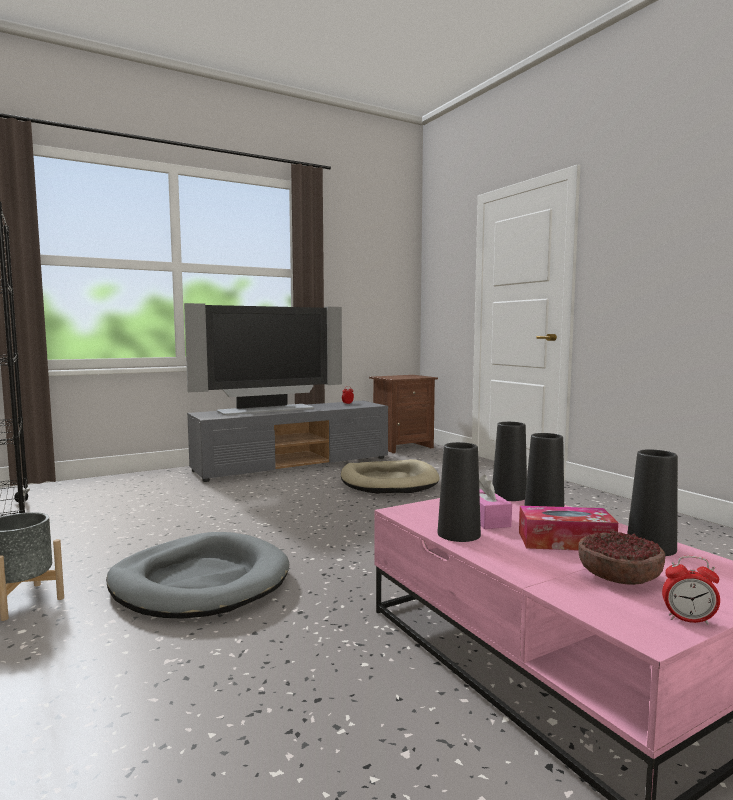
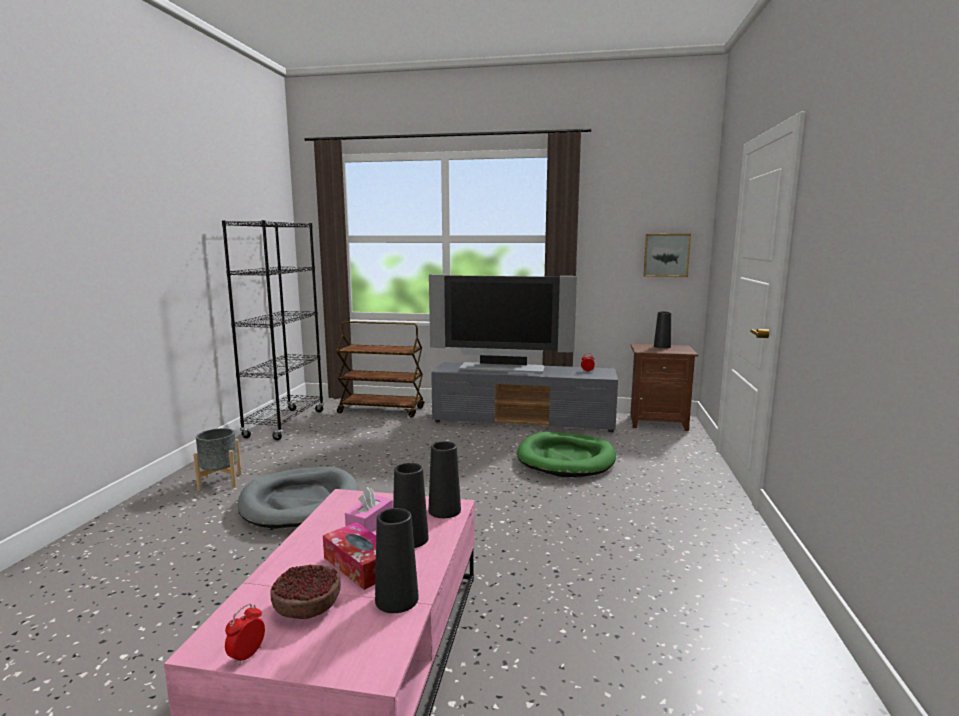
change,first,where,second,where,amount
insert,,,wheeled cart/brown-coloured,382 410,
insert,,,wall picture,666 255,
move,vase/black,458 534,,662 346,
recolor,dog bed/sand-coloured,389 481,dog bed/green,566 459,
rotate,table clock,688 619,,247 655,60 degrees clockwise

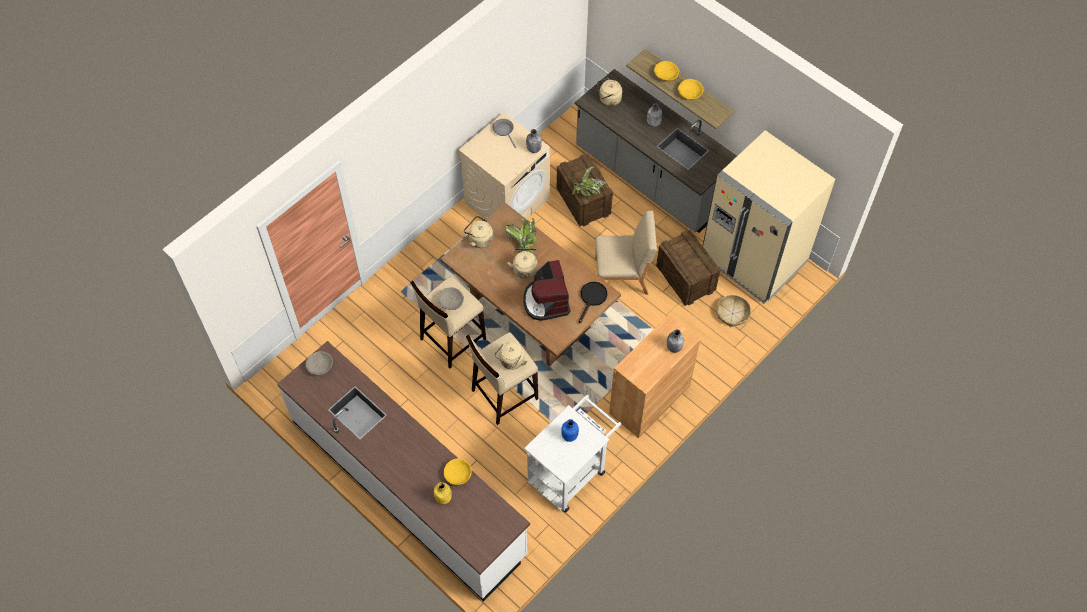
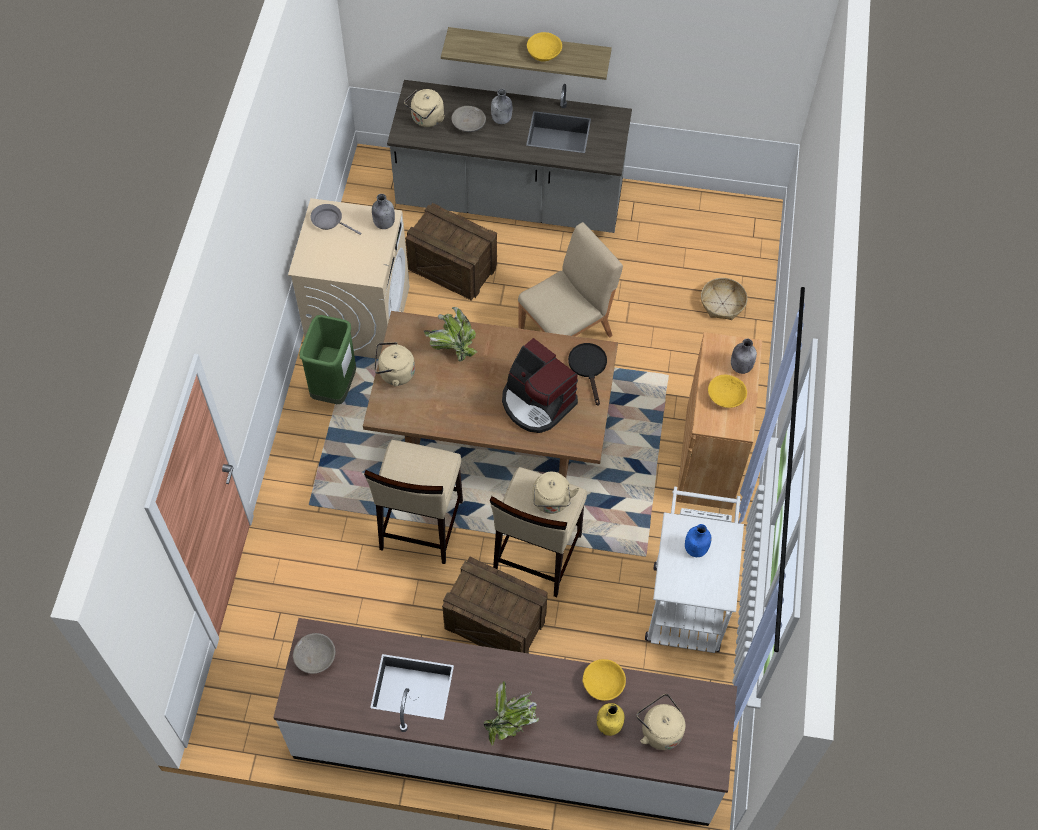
change,first,where,second,where,amount
delete,fridge/sand-coloured,753 260,,,
insert,,,waste bin/green,334 388,
move,deep dish/grey,451 302,,468 125,
move,tea kettle/sand-coloured,524 268,,659 730,
move,plant in a pot,588 192,,511 723,
move,deep dish/yellow-coloured,666 75,,725 396,
move,crate,686 278,,495 623,

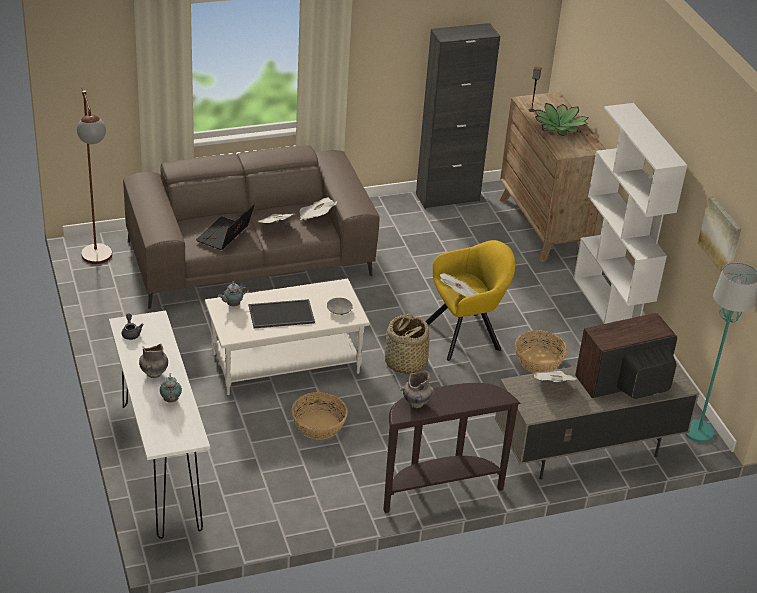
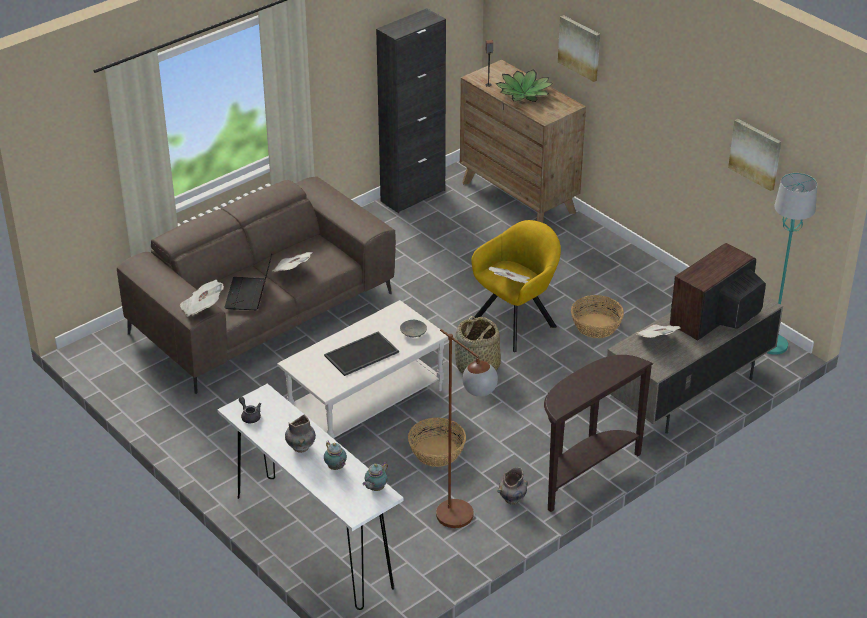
change,first,where,second,where,amount
delete,bookcase/white,610 309,,,
insert,,,wall picture,580 47,
move,standing lamp/brown-coloured,99 261,,464 522,
move,teapot,232 305,,375 488,
move,printed paper,316 216,,202 307,
move,vase/grey,415 403,,512 499,

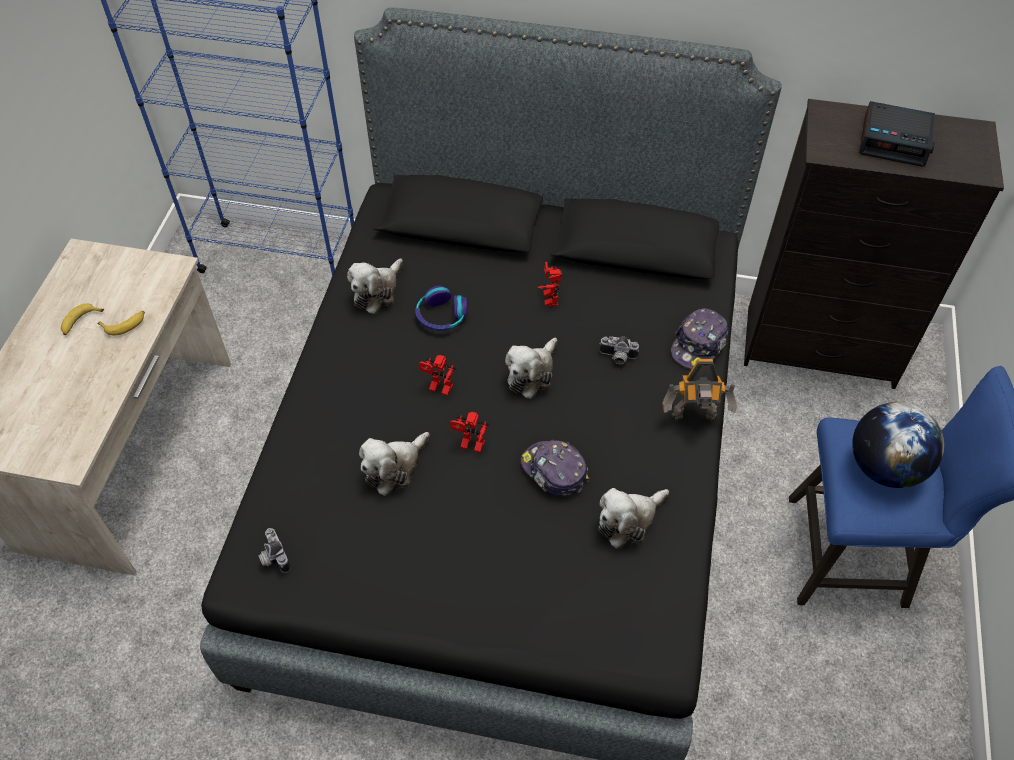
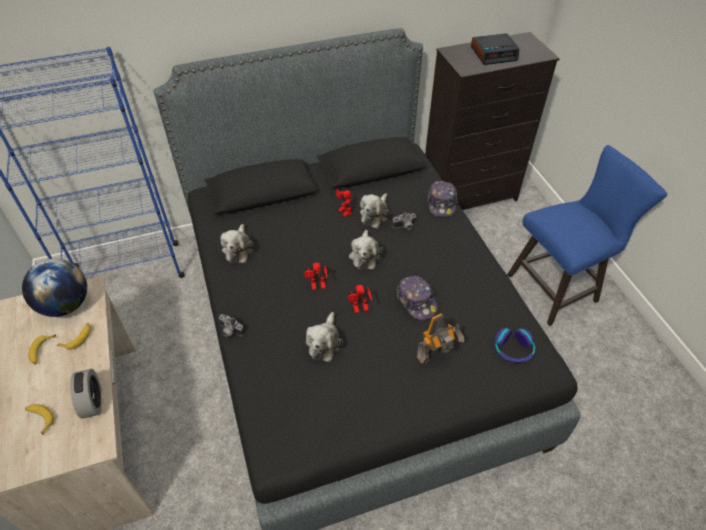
change,first,where,second,where,amount
insert,,,whole banana,40 418,
insert,,,table clock,92 402,
move,photo camera,273 557,,229 331,
move,headset,441 316,,513 349,
move,cuddly toy,628 520,,375 215,
move,robot figure,694 418,,436 356,
move,globe,884 467,,66 305,
rotate,baseball cap,553 471,,416 301,135 degrees counterclockwise

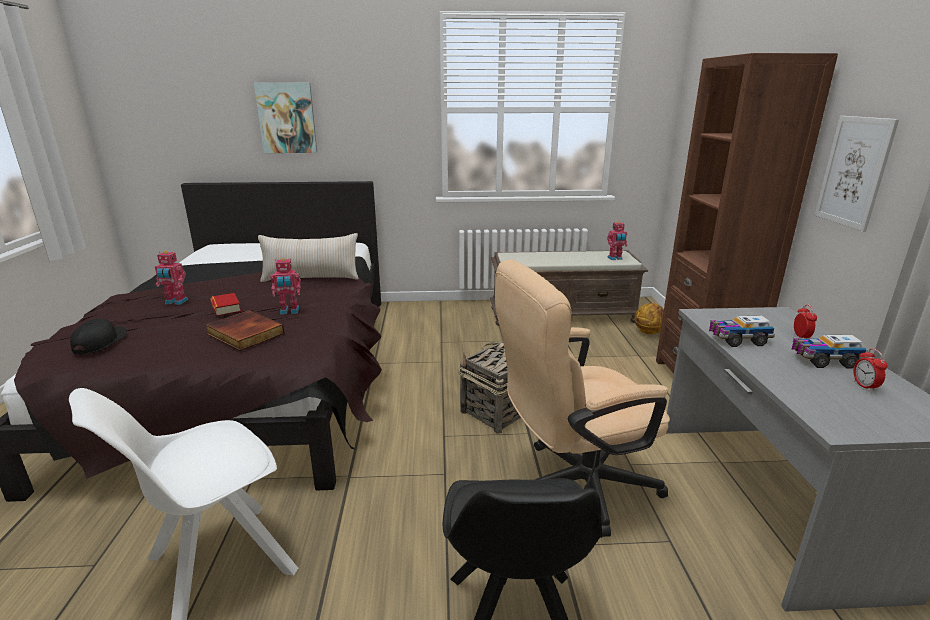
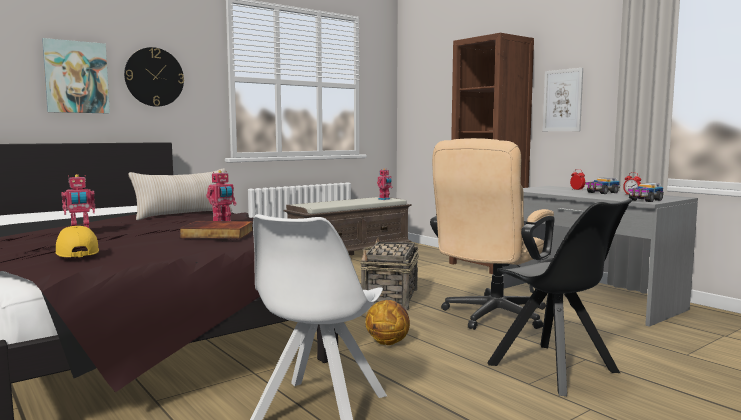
change,first,where,second,where,amount
delete,book,226 308,,,
insert,,,clock on the wall,154 77,
move,basketball,649 332,,388 342,
move,model truck,737 340,,645 200,
recolor,baseball cap/black,100 342,baseball cap/yellow-coloured,76 252,

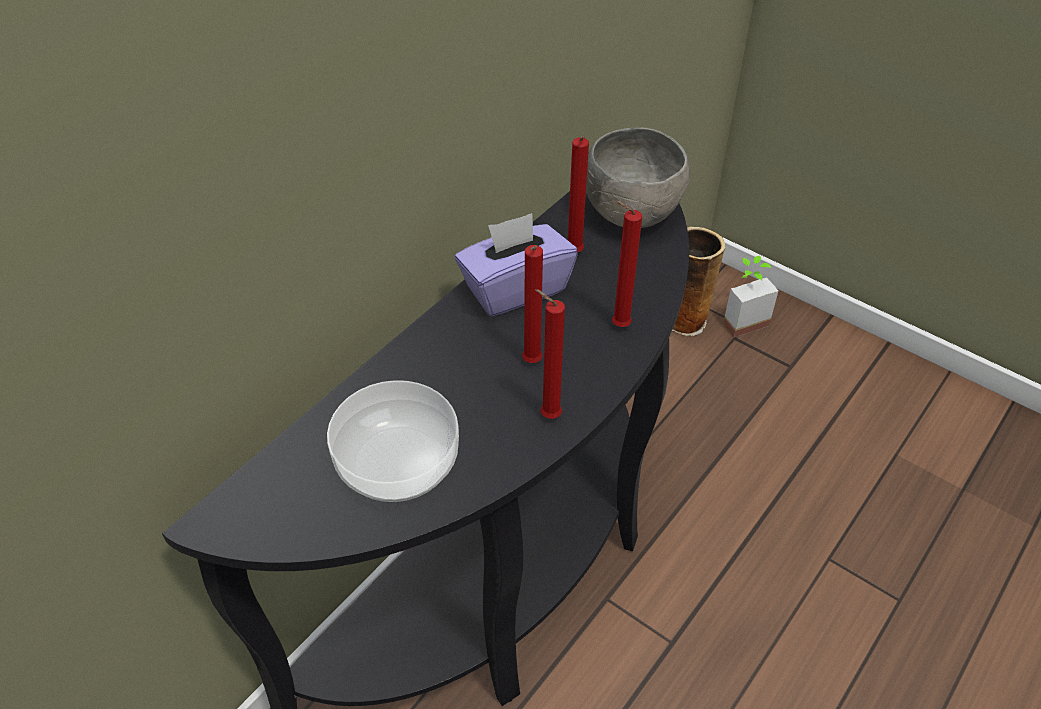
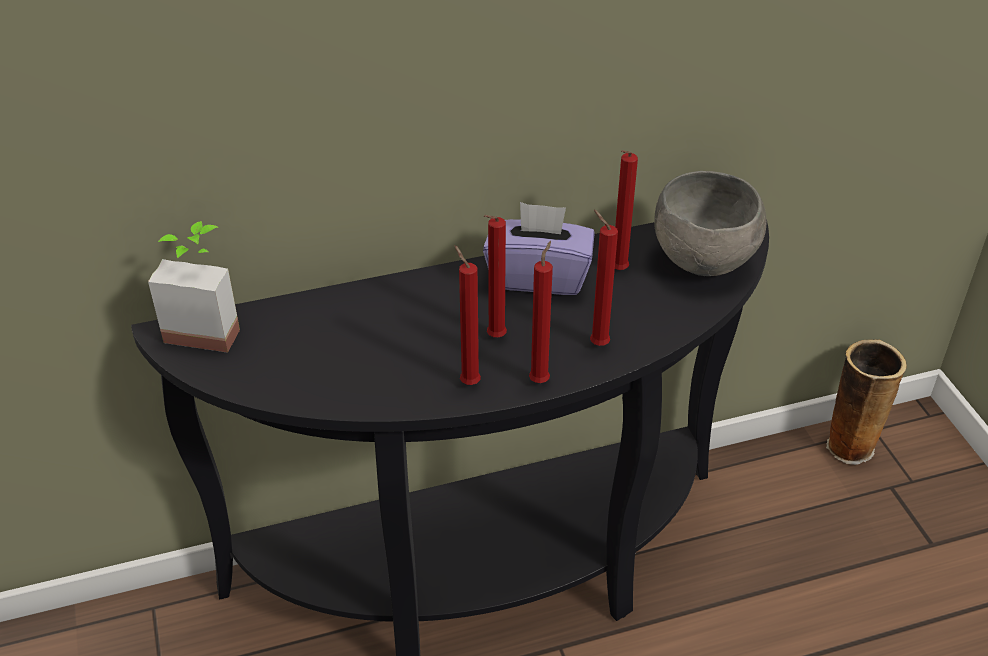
change,first,where,second,where,amount
delete,deep dish,398 461,,,
insert,,,wax light/red,540 379,
move,plant in a pot,741 319,,207 326,

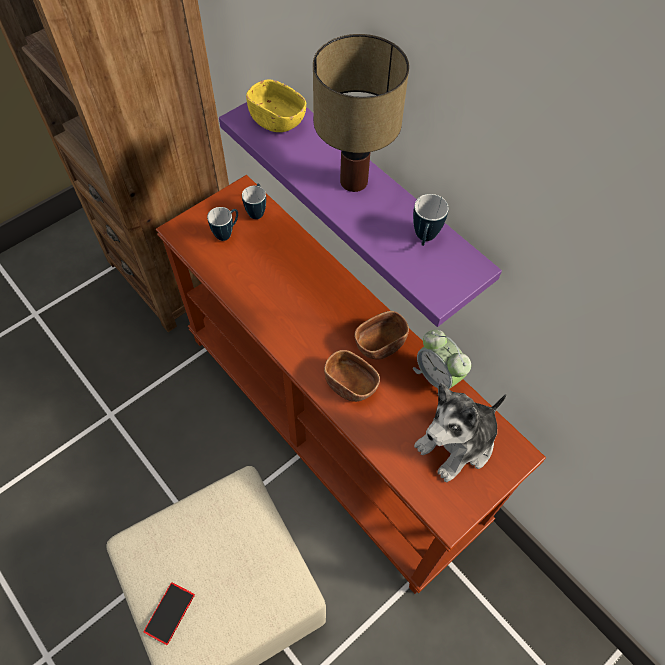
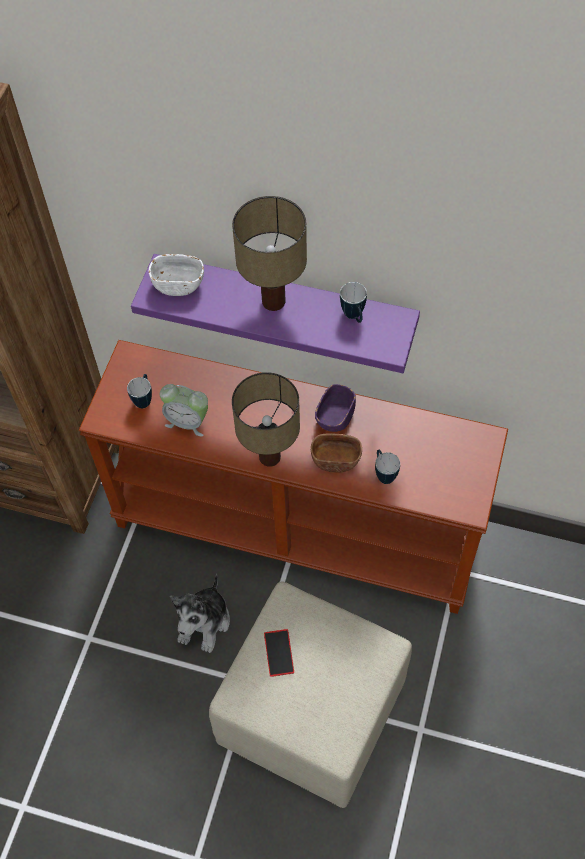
change,first,where,second,where,amount
insert,,,tabletop lamp,270 458,
move,handset,169 613,,279 652,
move,tea mug,257 211,,384 474,
move,table clock,437 377,,187 421,
move,cuddly toy,457 443,,204 622,
recolor,deep dish/yellow-coloured,277 120,deep dish/white,178 284,
recolor,deep dish/brown-coloured,380 343,deep dish/purple,335 416,

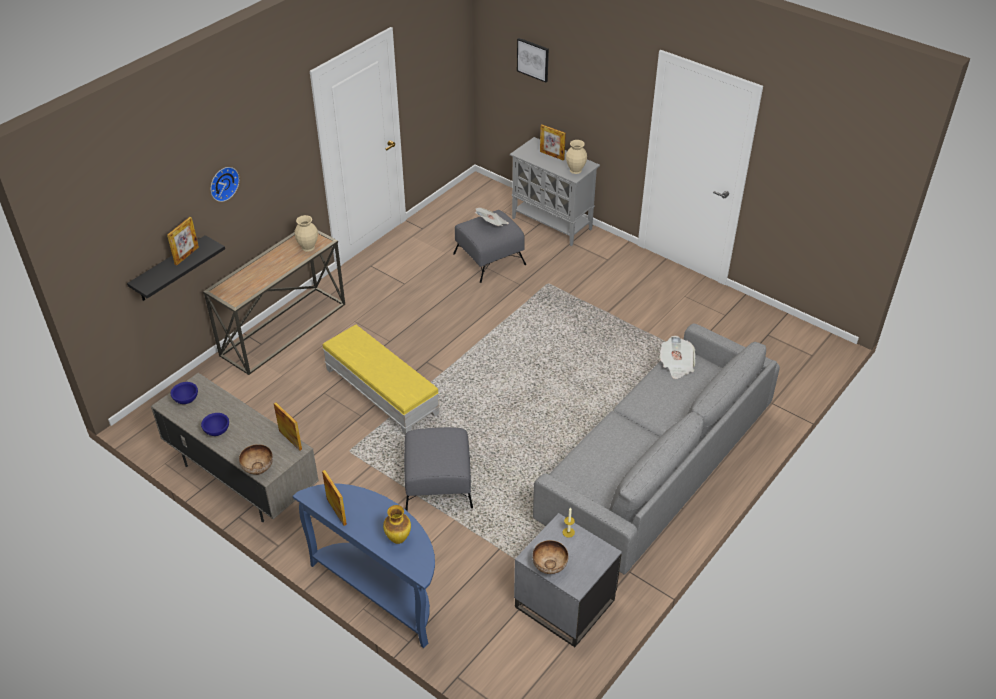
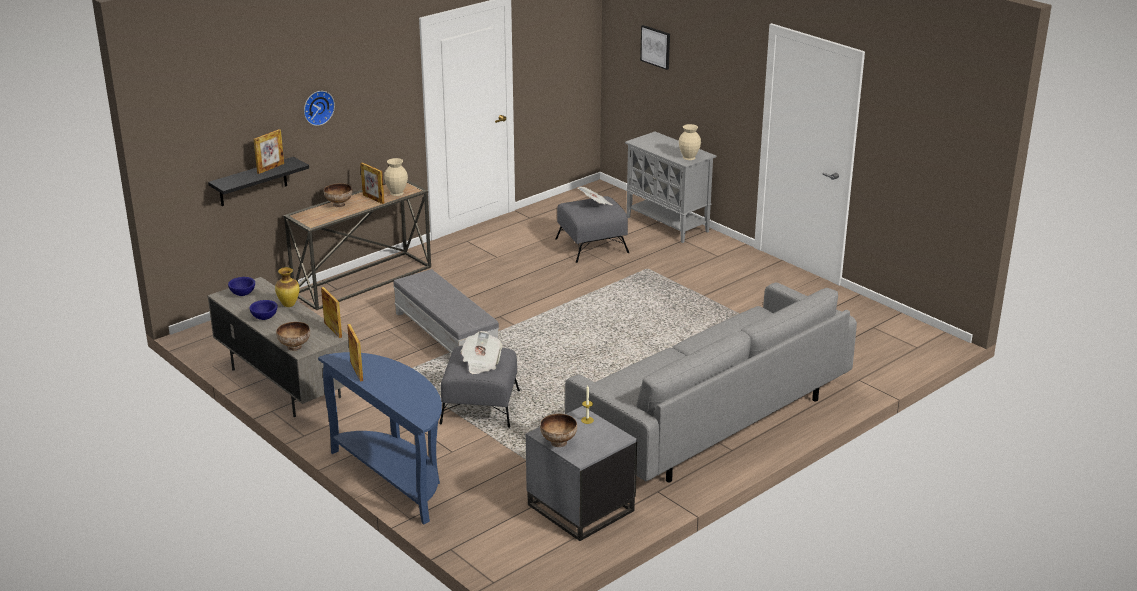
change,first,where,second,where,amount
insert,,,deep dish,339 204,
move,vase,399 539,,289 305,
move,photo frame,552 155,,373 199,
move,printed paper,676 365,,481 363,
recolor,pouffe/yellow-coloured,381 391,pouffe/grey,446 333,

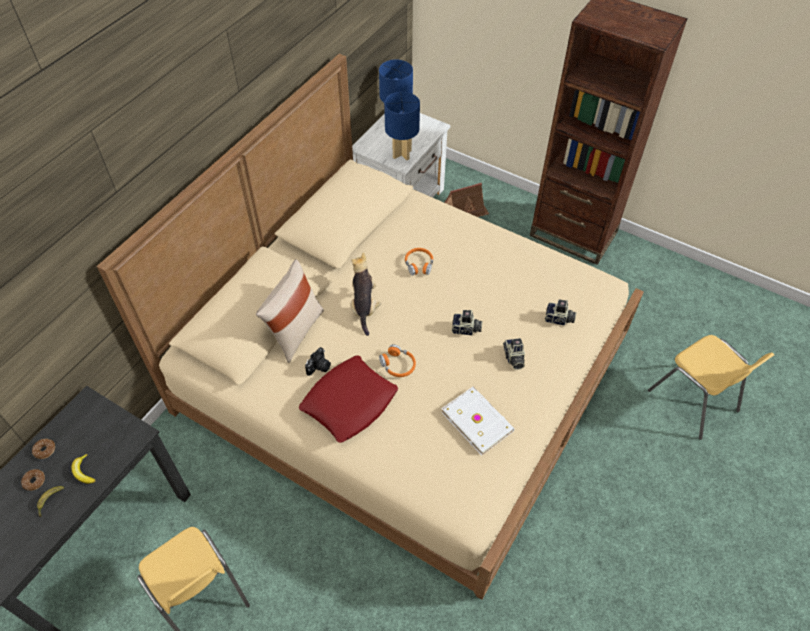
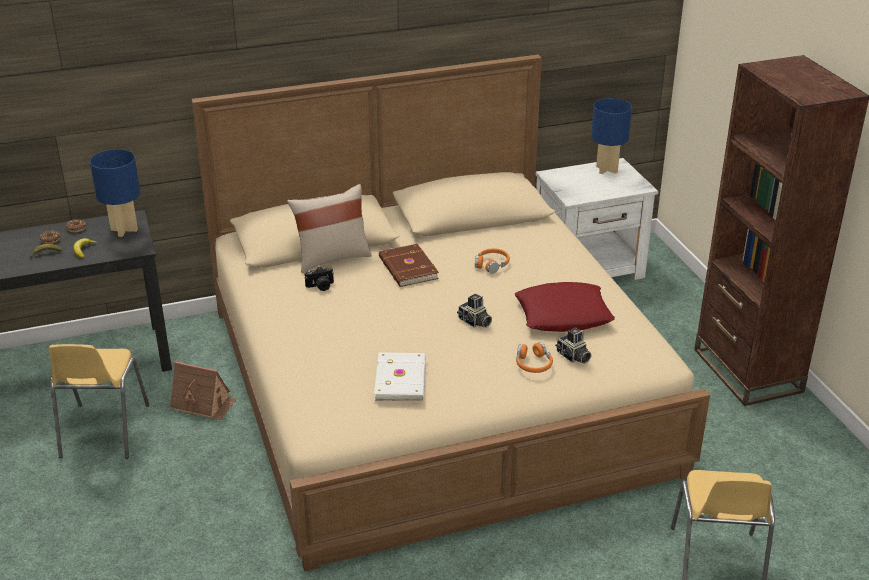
change,first,where,second,where,amount
delete,photo camera,513 358,,,
move,throw pillow/red,349 402,,563 315,
move,headset/orange,398 365,,533 364,
move,tabletop lamp/blue-coloured,402 154,,124 230,
move,toy house,466 210,,204 404,
replace,cuddly toy,364 306,book/brown-coloured,407 269,

